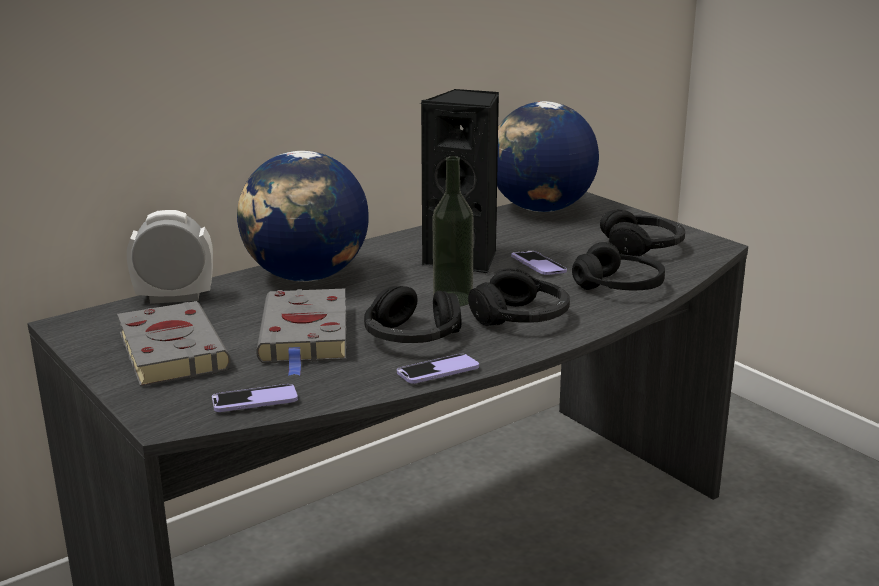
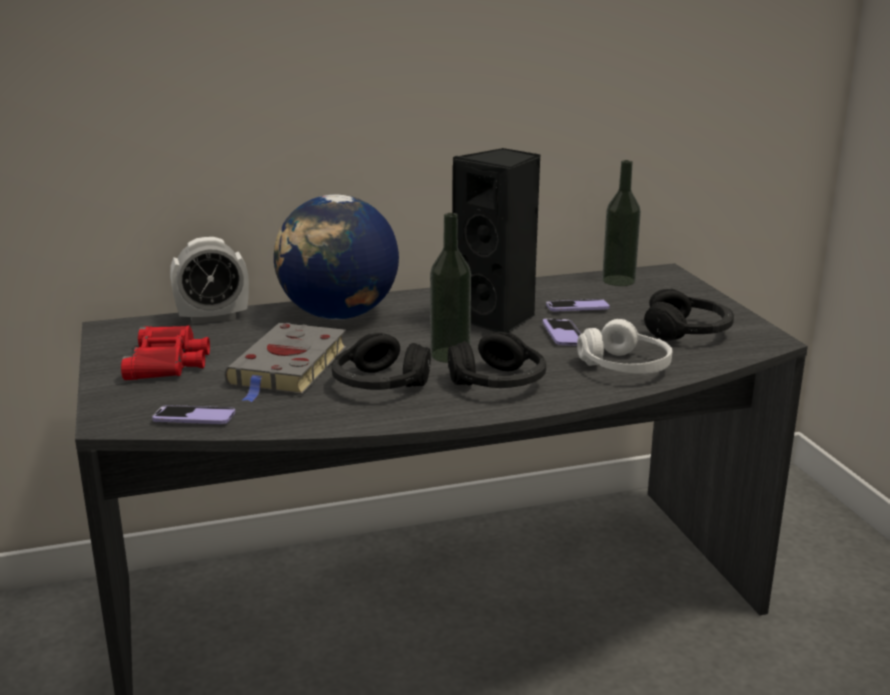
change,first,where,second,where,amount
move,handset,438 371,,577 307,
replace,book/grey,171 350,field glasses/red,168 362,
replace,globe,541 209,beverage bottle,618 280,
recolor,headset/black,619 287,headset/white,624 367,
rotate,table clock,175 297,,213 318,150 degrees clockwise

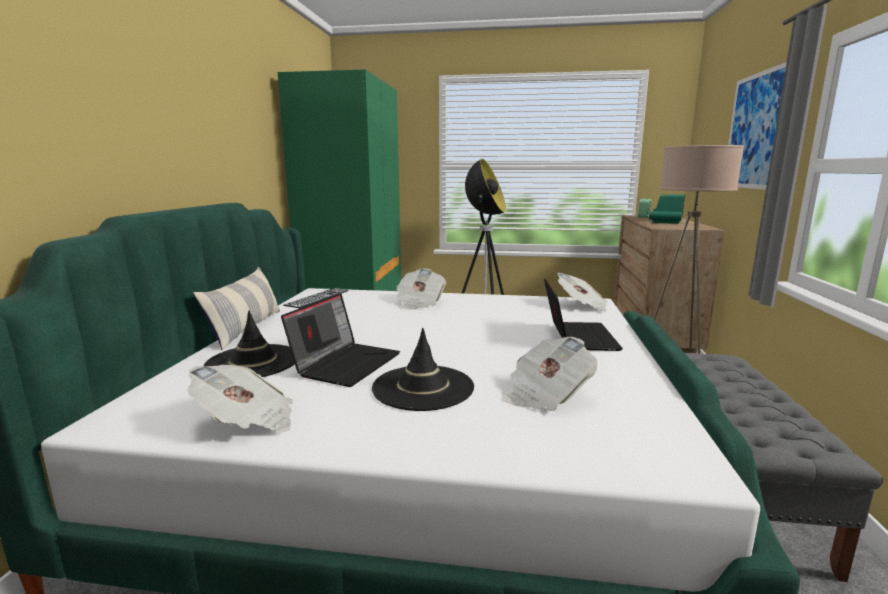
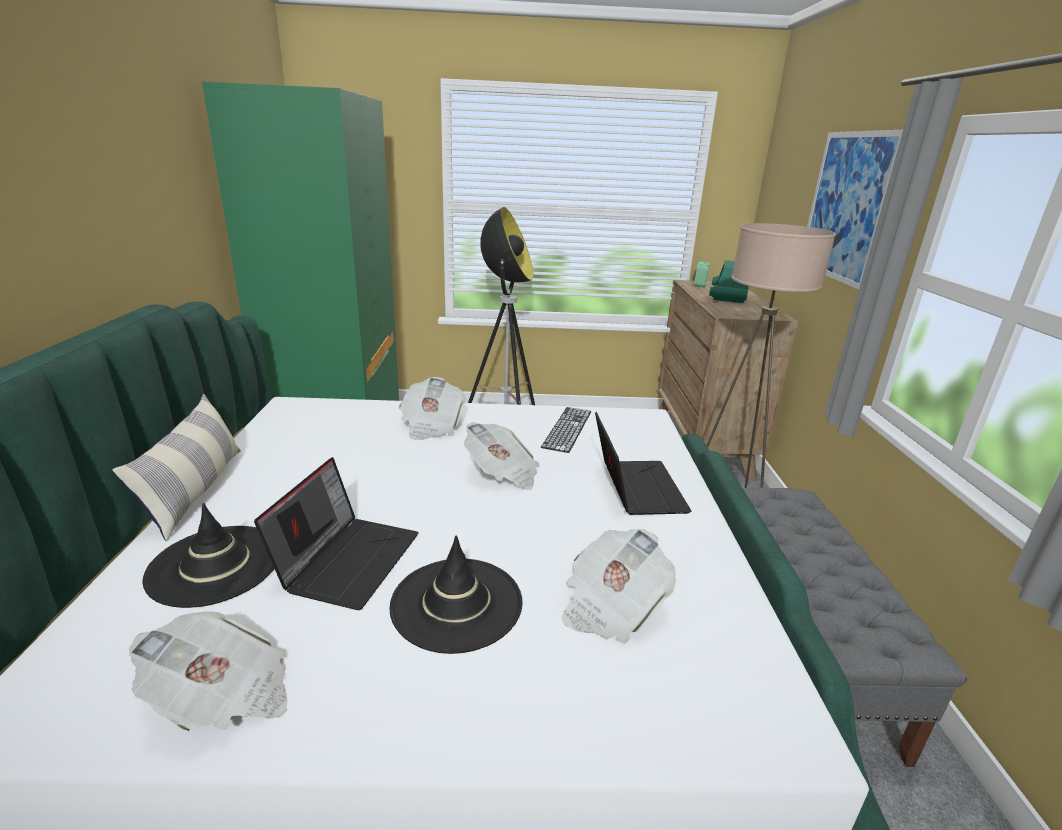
change,first,where,second,where,amount
move,keyboard,317 298,,567 428,
move,printed paper,582 306,,502 473,

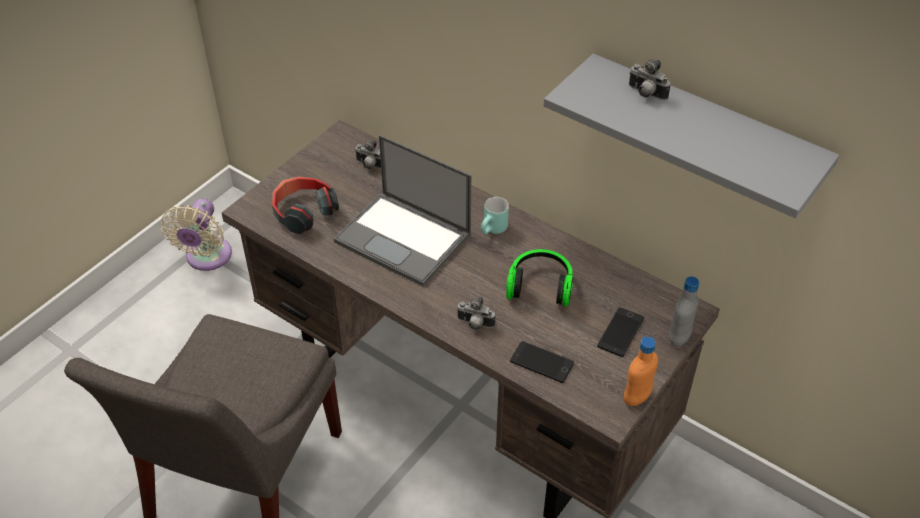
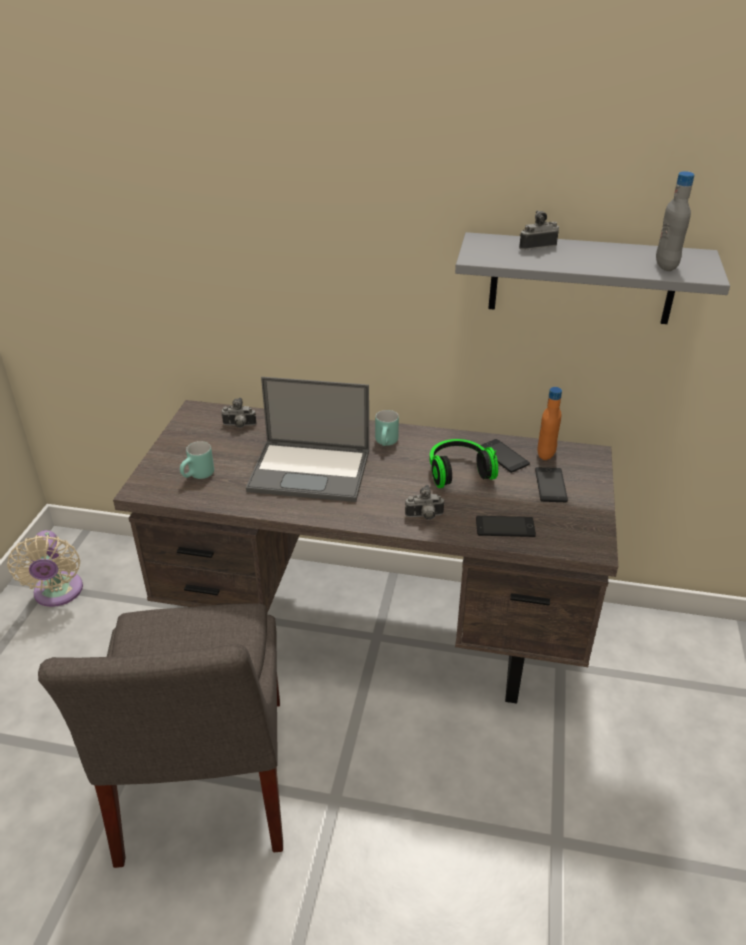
change,first,where,second,where,amount
insert,,,handset,503 456,
move,beverage bottle/orange,637 397,,546 454,
move,beverage bottle/grey,679 337,,666 266,
replace,headset,303 212,tea mug/turquoise-coloured,199 476,
rotate,photo camera,645 94,,535 246,150 degrees clockwise

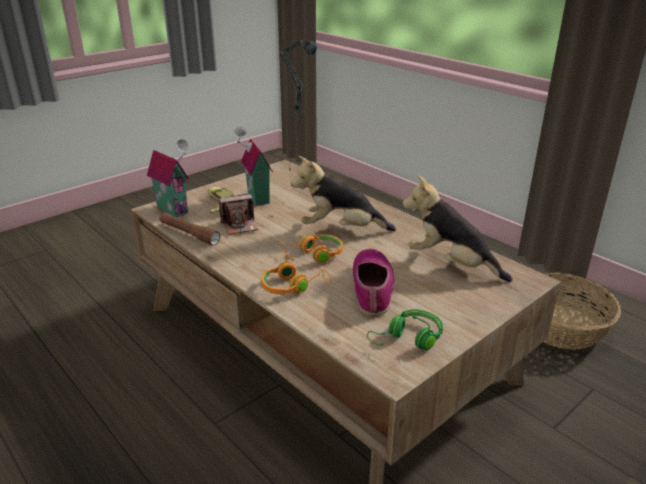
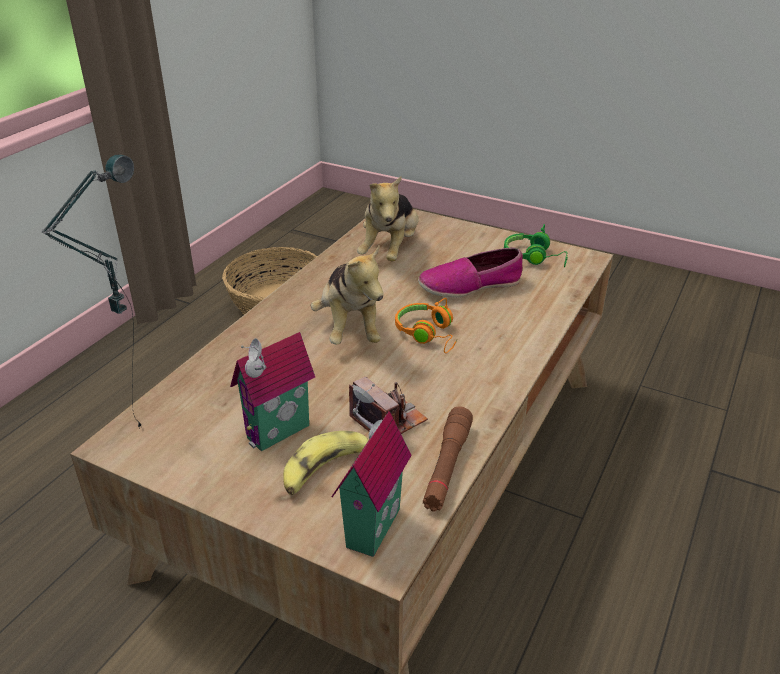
change,first,where,second,where,amount
delete,headset/orange,292 286,,,

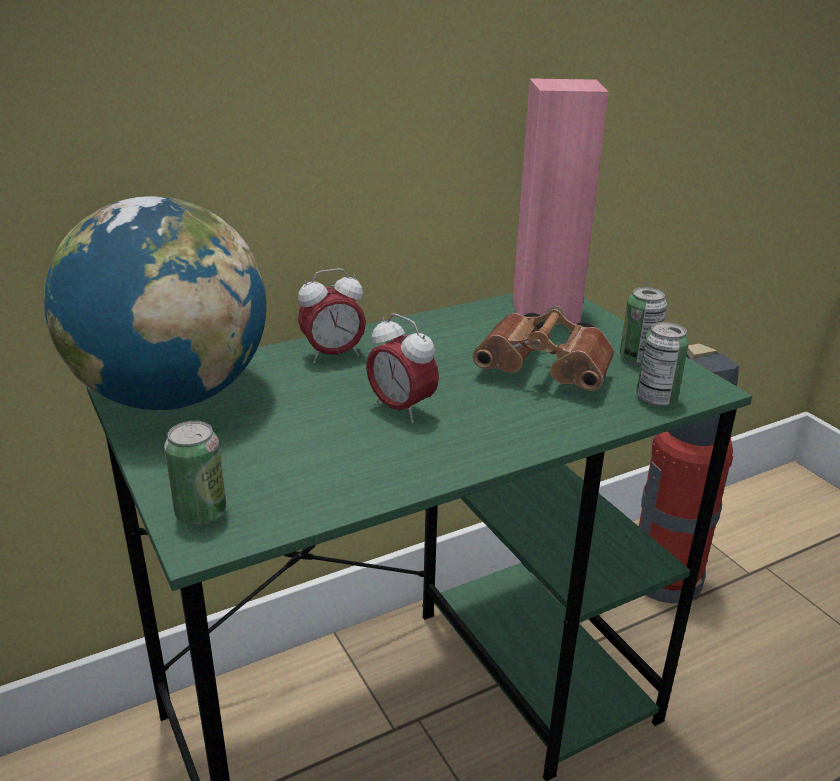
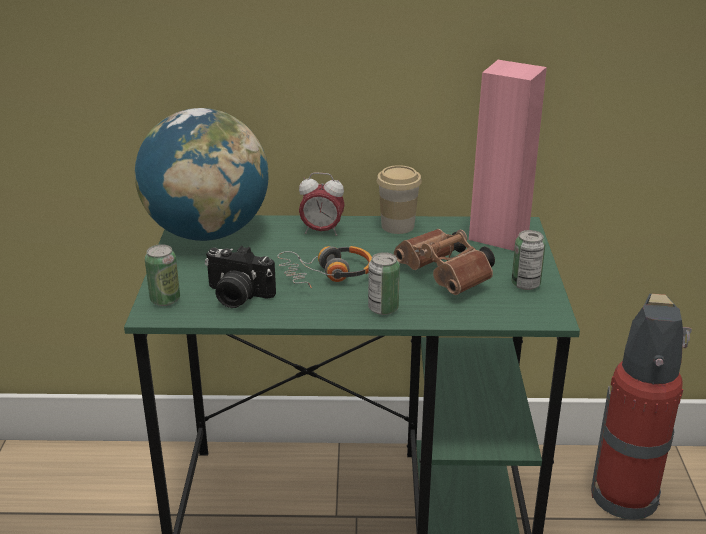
change,first,where,second,where,amount
insert,,,photo camera,237 296,
insert,,,drinking cup,397 226,
move,sealed can,656 398,,383 308,
replace,table clock,401 409,headset,327 275,

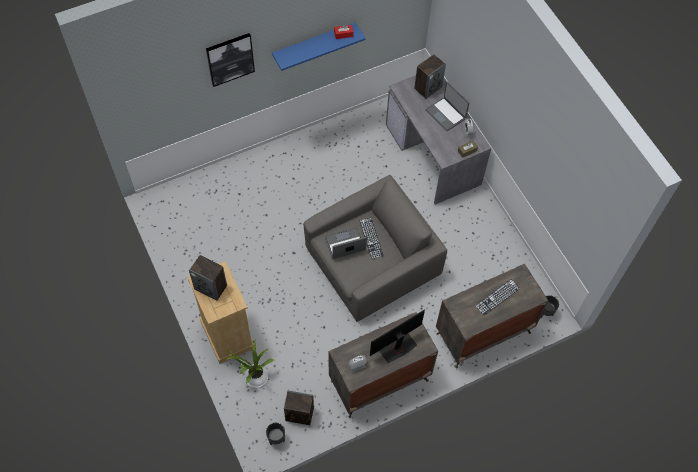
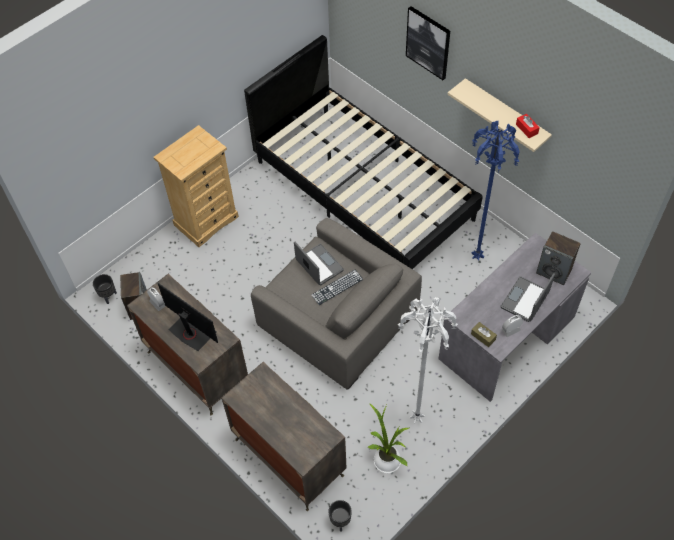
change,first,where,second,where,amount
delete,loudspeaker,211 287,,,
delete,keyboard,497 297,,,
insert,,,bedroom bed/black,363 189,
insert,,,standing lamp/white,417 417,
insert,,,standing lamp/blue-coloured,476 258,
move,plant in a pot,254 377,,386 459,
recolor,shelf/blue-coloured,314 44,shelf/sand-coloured,505 115,

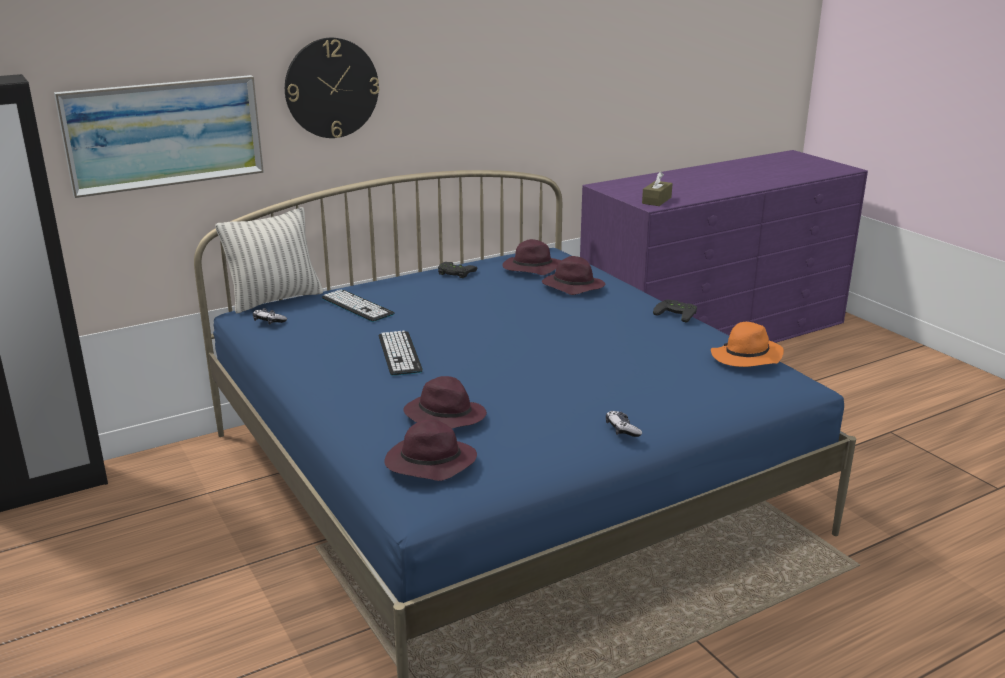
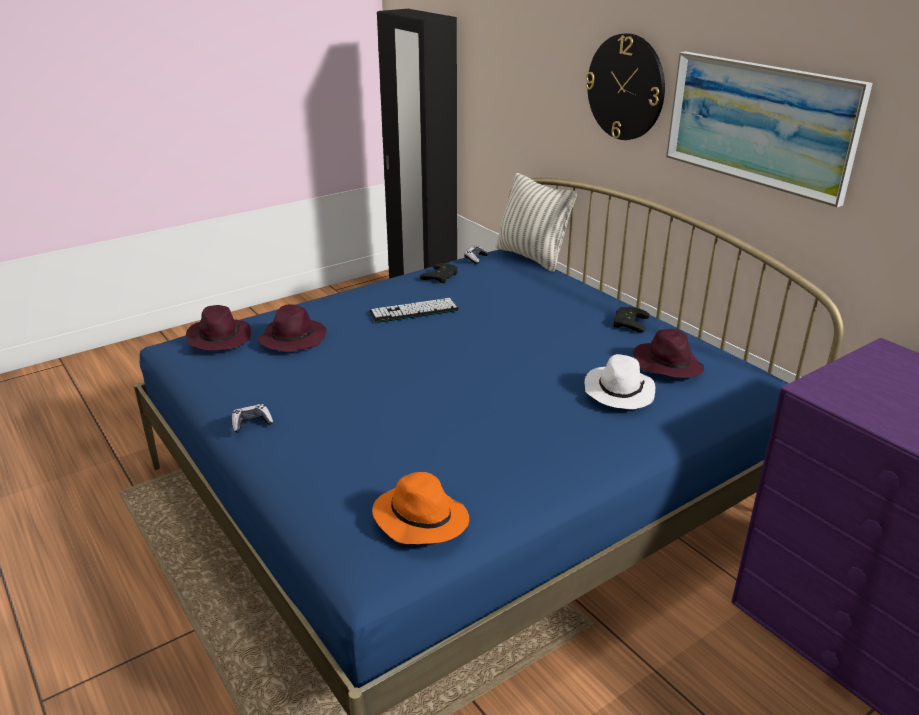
change,first,where,second,where,amount
delete,keyboard,357 306,,,
delete,tissue box/brown-coloured,656 200,,,
move,wall picture,164 134,,759 124,
move,game controller/black,677 313,,441 276,
recolor,wearable hat/purple,572 287,wearable hat/white,618 392,

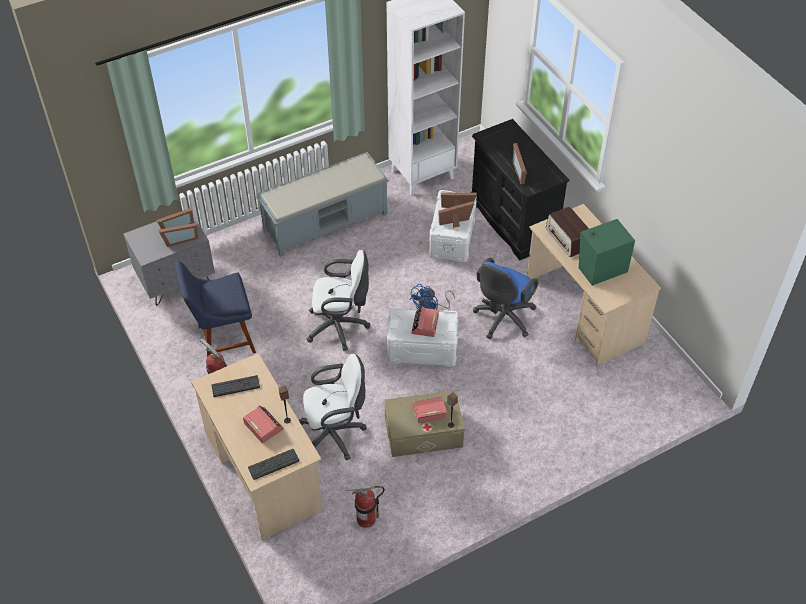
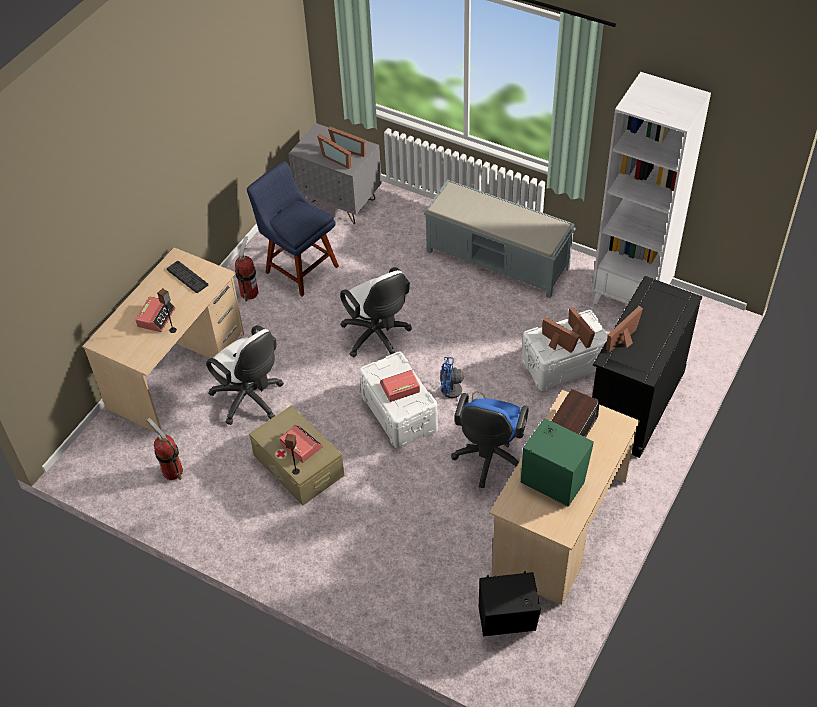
change,first,where,second,where,amount
delete,keyboard,273 464,,,
insert,,,loudspeaker/black,508 621,
rotate,office chair/blue-coloured,502 319,,489 459,75 degrees counterclockwise

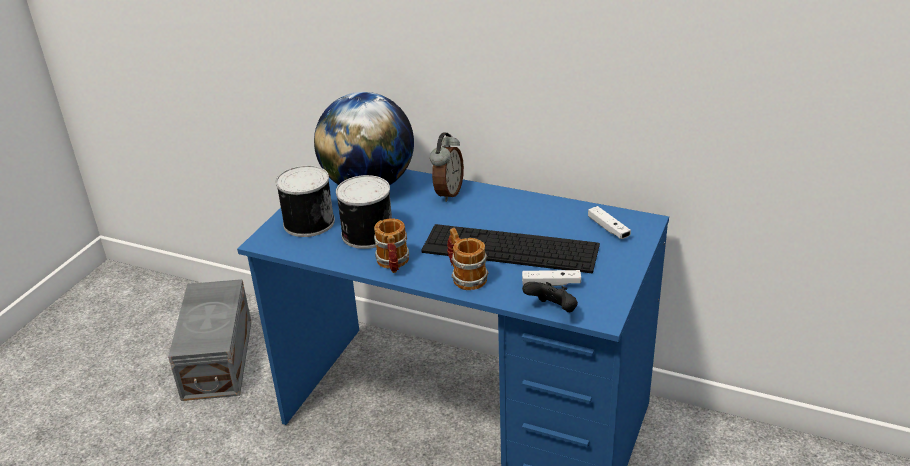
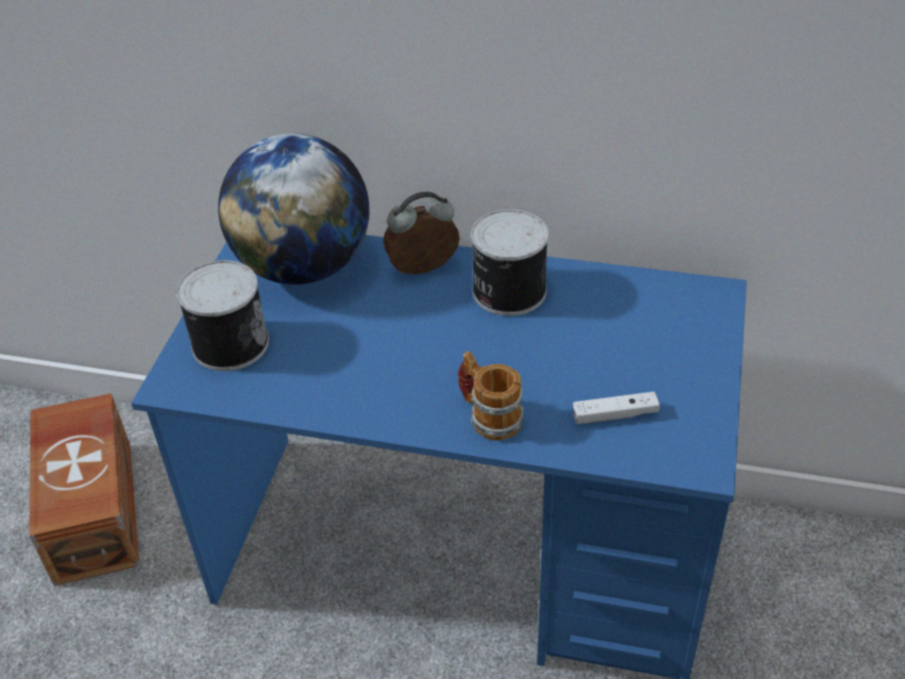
change,first,where,second,where,amount
delete,tea mug,393 264,,,
delete,keyboard,510 248,,,
delete,game controller/black,552 310,,,
delete,game controller/white,608 228,,,
move,sealed can,366 234,,507 291,
recolor,storage box/grey,220 358,storage box/brown-coloured,96 509,
rotate,table clock,447 193,,424 270,120 degrees counterclockwise

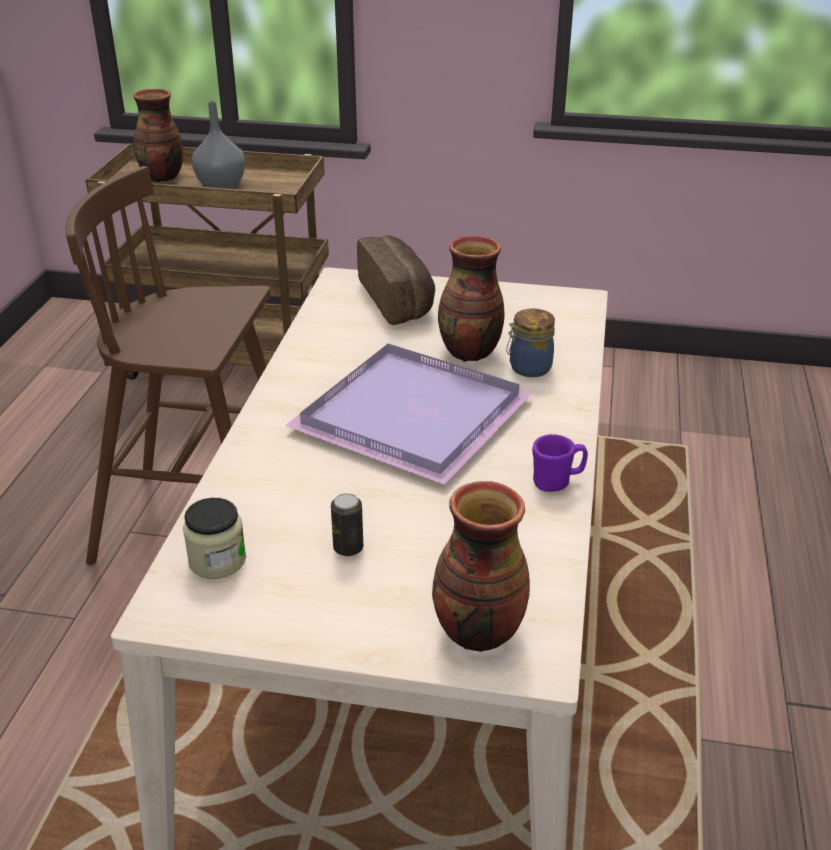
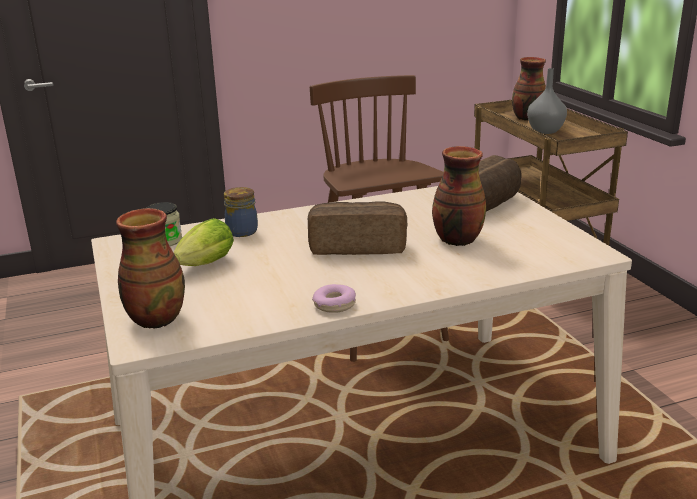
change,first,where,second,where,amount
move,storage jar,528 368,,241 231,
replace,tray/purple,416 415,bread,357 246,
replace,sealed can,348 548,lettuce,203 266,
replace,tea mug/purple,557 482,doughnut,334 305,

